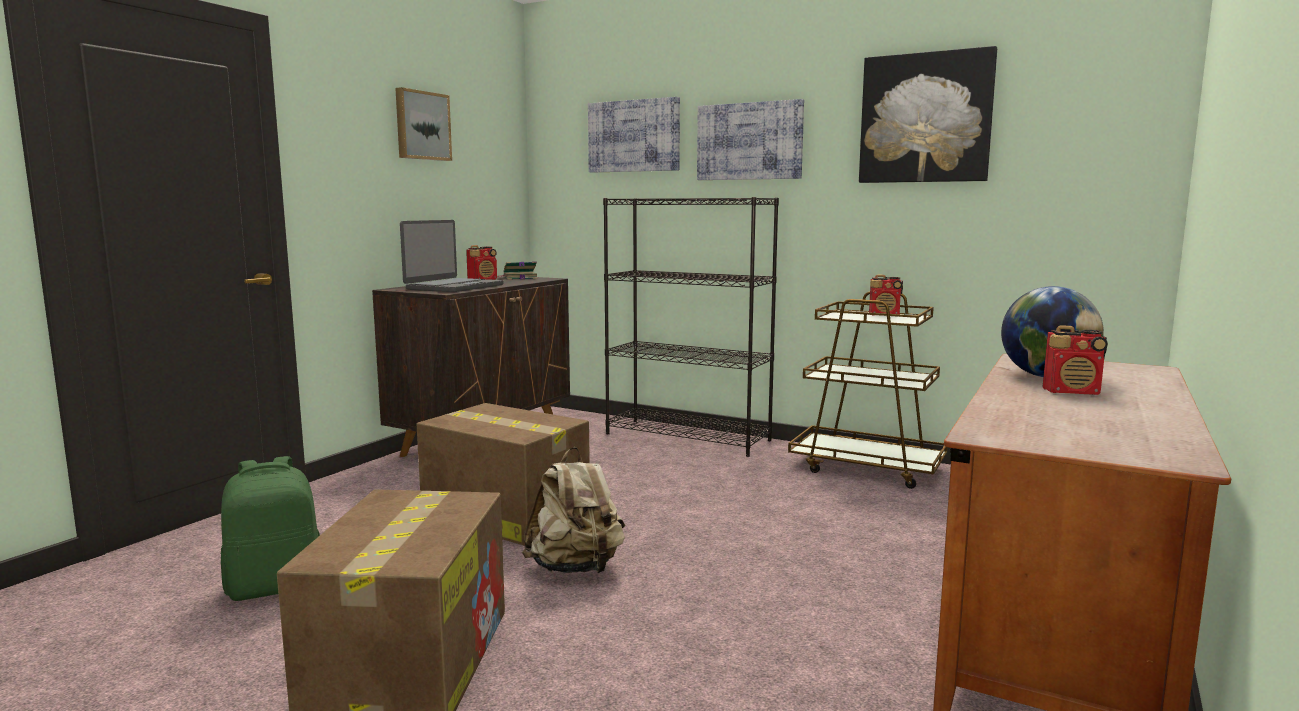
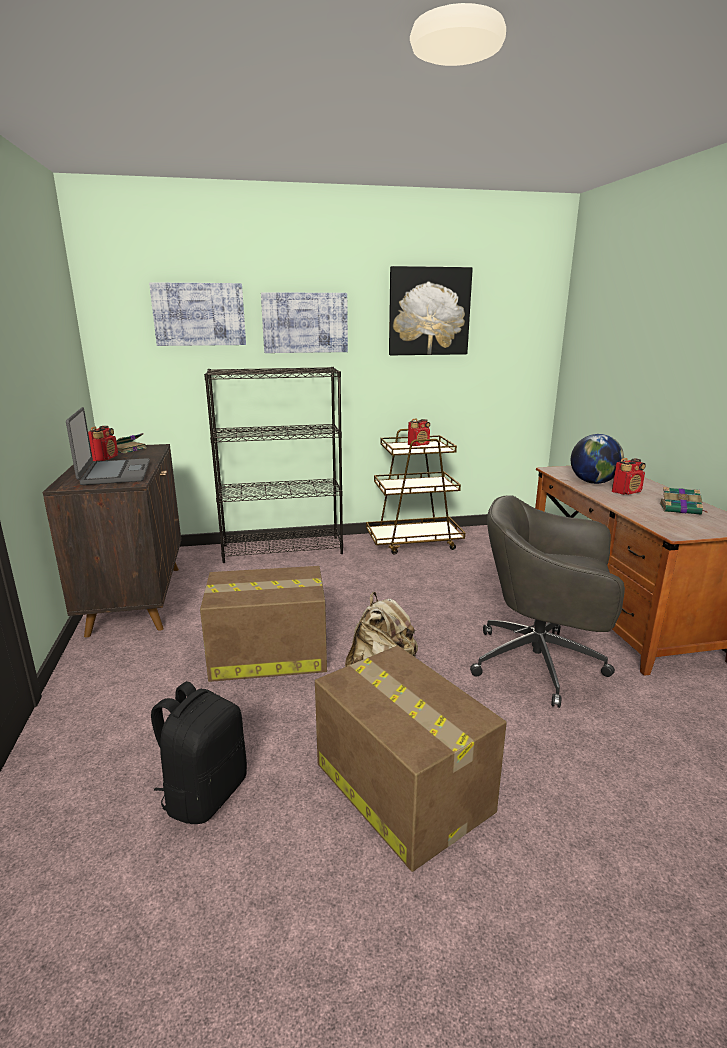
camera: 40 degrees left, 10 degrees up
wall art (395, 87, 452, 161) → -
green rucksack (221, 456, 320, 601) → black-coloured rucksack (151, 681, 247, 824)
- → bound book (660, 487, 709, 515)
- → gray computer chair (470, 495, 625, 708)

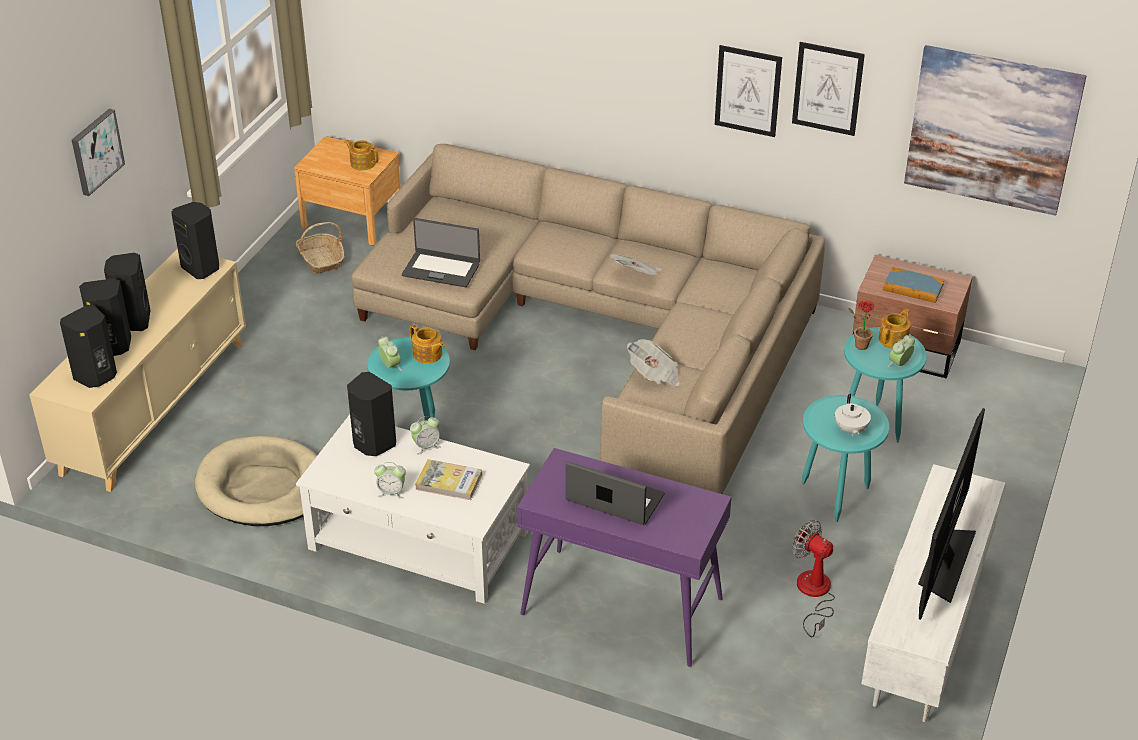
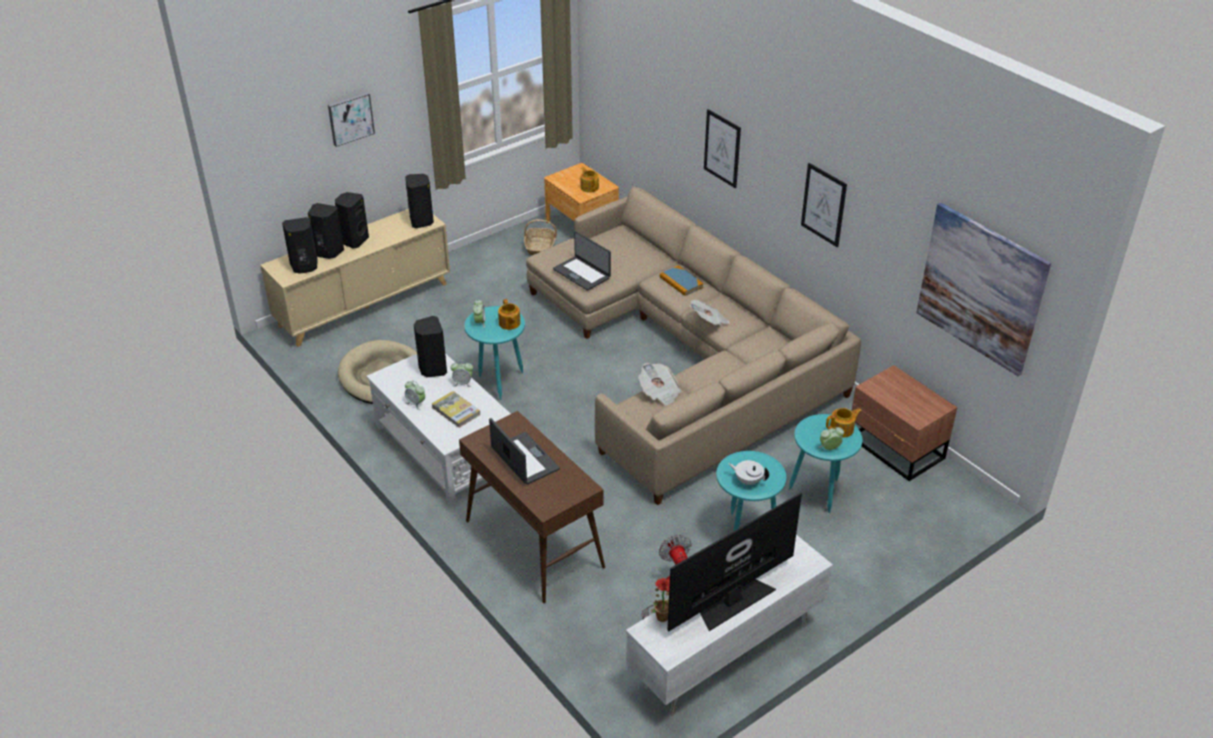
camera: 30 degrees right, 0 degrees up
wall art (792, 42, 865, 136) → wall art (704, 109, 741, 188), moved
bound book (883, 267, 944, 303) → bound book (660, 265, 704, 296), moved
houseplant (849, 301, 878, 350) → houseplant (651, 578, 670, 622), moved
white tea pot (835, 394, 871, 436) → white tea pot (728, 460, 769, 486), 90 degrees clockwise
purplish console table (517, 448, 732, 667) → brown console table (459, 411, 605, 603)

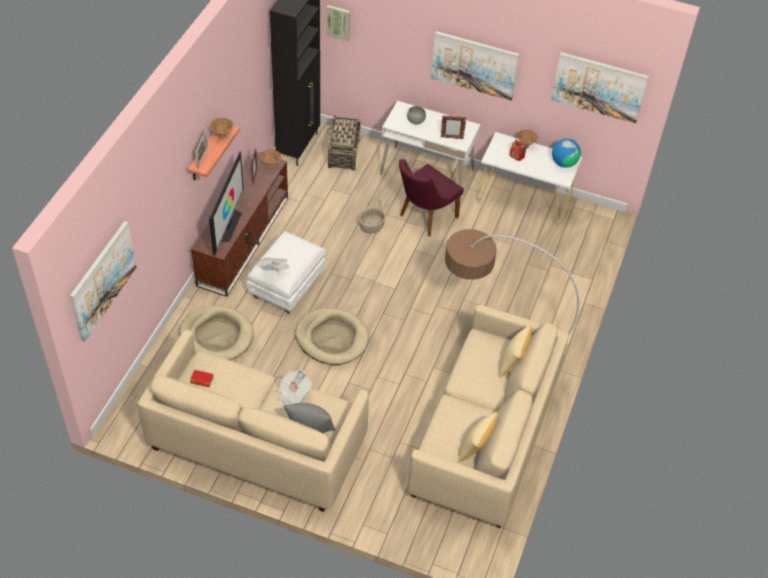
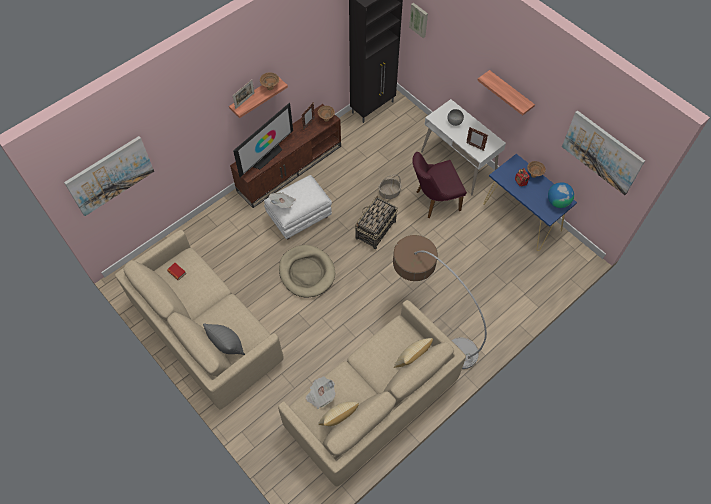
camera: 30 degrees right, 10 degrees up
wall art (431, 31, 519, 101) → shelf (477, 70, 535, 115)
household basket (327, 115, 361, 171) → household basket (355, 196, 398, 249), moved
white console table (477, 132, 582, 227) → bluish console table (483, 154, 577, 251)
beige-coloured dog bed (179, 305, 254, 360) → -
newspaper (278, 370, 312, 406) → newspaper (305, 377, 336, 409), moved

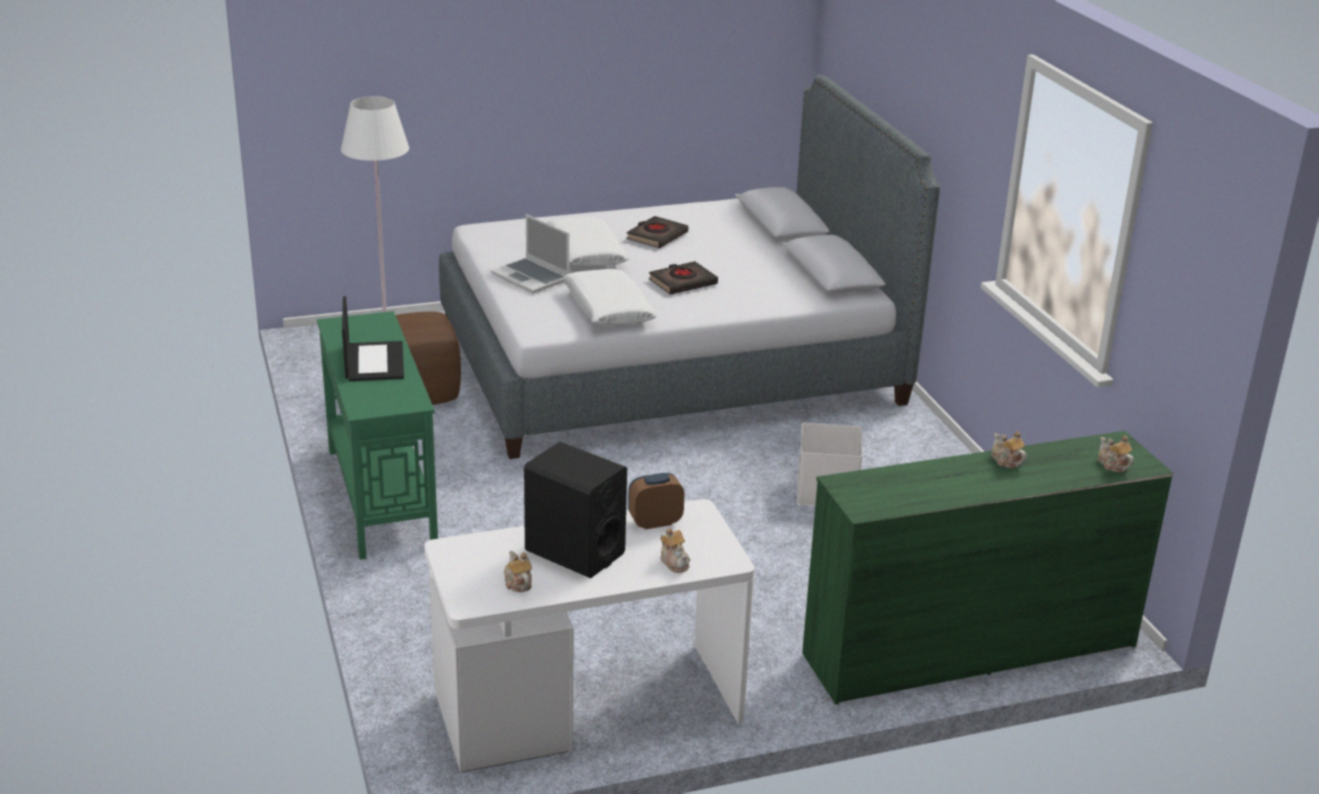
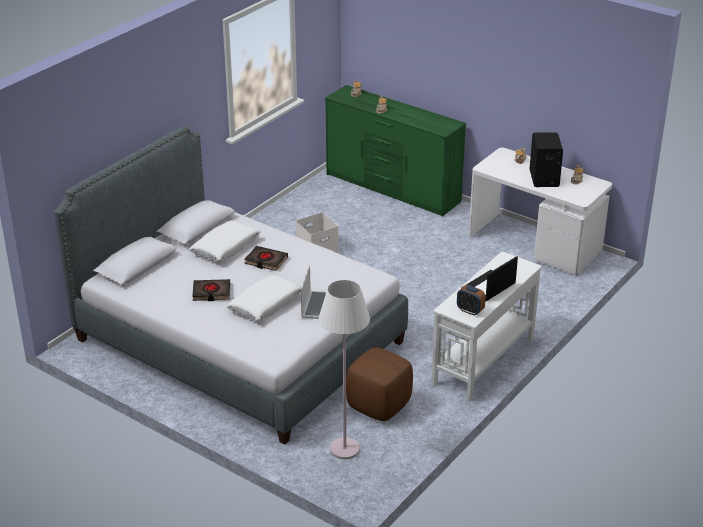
camera: 125 degrees left, 5 degrees up
white pillow (563, 269, 657, 326) → white pillow (189, 220, 260, 261), moved
green console table (317, 311, 438, 560) → white console table (431, 251, 542, 402)
table clock (628, 473, 685, 529) → table clock (457, 285, 486, 316), moved

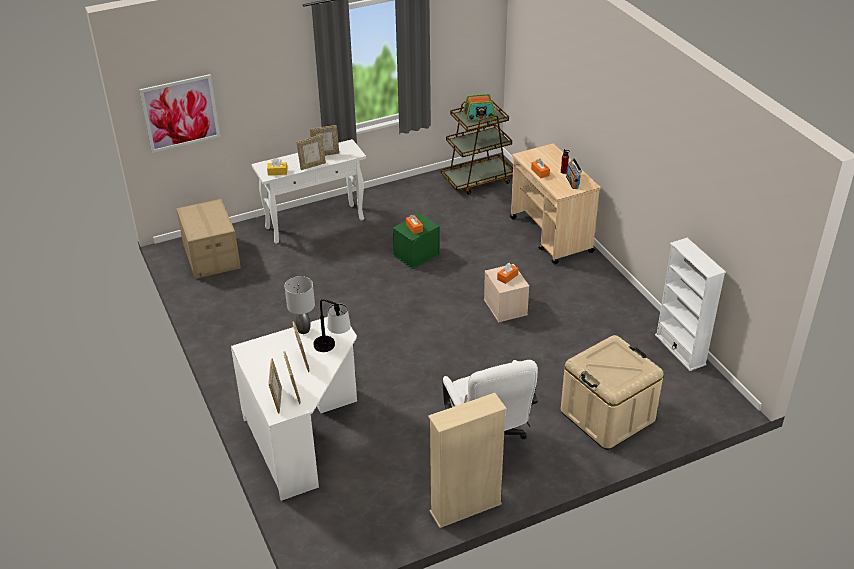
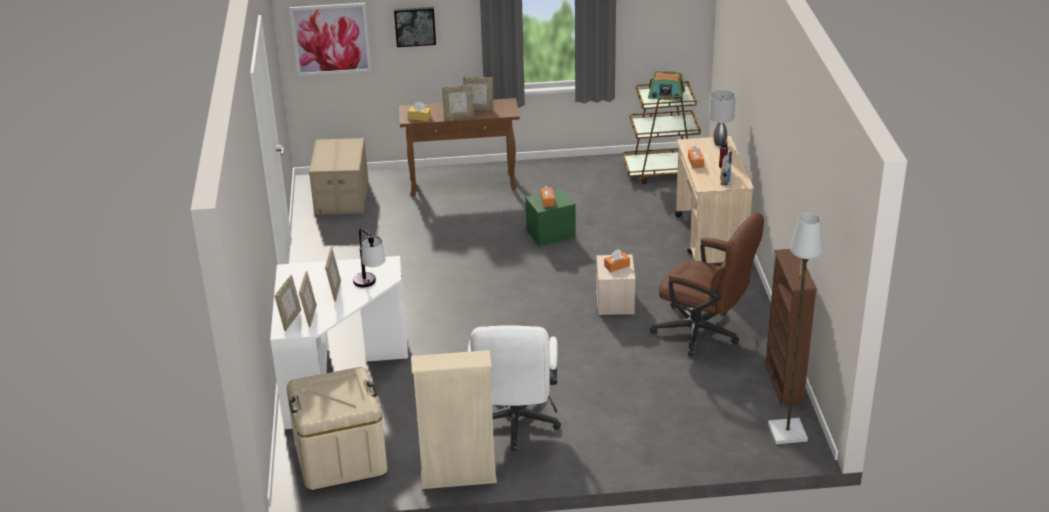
camera: 20 degrees right, 5 degrees down
white console table (252, 139, 366, 244) → brown console table (399, 98, 520, 197)
white shelving unit (655, 238, 726, 371) → brown shelving unit (764, 249, 817, 405)
gray table lamp (285, 276, 315, 334) → gray table lamp (709, 90, 736, 146), moved
beige-coloured storage box (561, 335, 664, 450) → beige-coloured storage box (287, 367, 388, 491), moved
- → wall art (394, 7, 436, 47)
- → brown computer chair (650, 212, 764, 356)
- → gray standard lamp (768, 213, 823, 444)

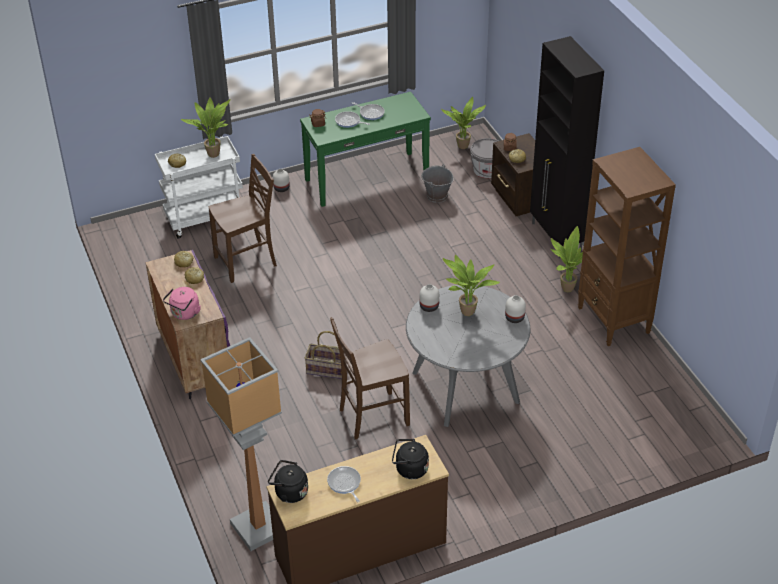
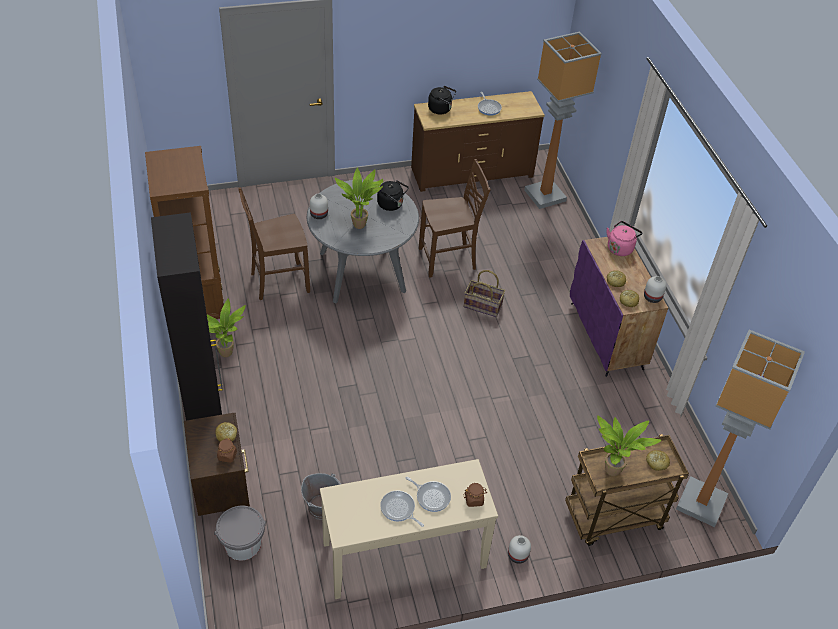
camera: 175 degrees left, 5 degrees up
green console table (300, 92, 431, 207) → beige-coloured console table (320, 459, 498, 599)
houseplant (441, 97, 486, 149) → -
white wheeled cart (155, 136, 243, 239) → brown wheeled cart (565, 434, 689, 546)
brown upright chair (209, 154, 277, 283) → brown upright chair (238, 187, 310, 300), moved
white vase (420, 284, 439, 312) → white vase (644, 276, 666, 303), moved
black-coloured kettle (268, 460, 308, 503) → black-coloured kettle (377, 180, 409, 211), moved
- → standard lamp (676, 329, 805, 527)

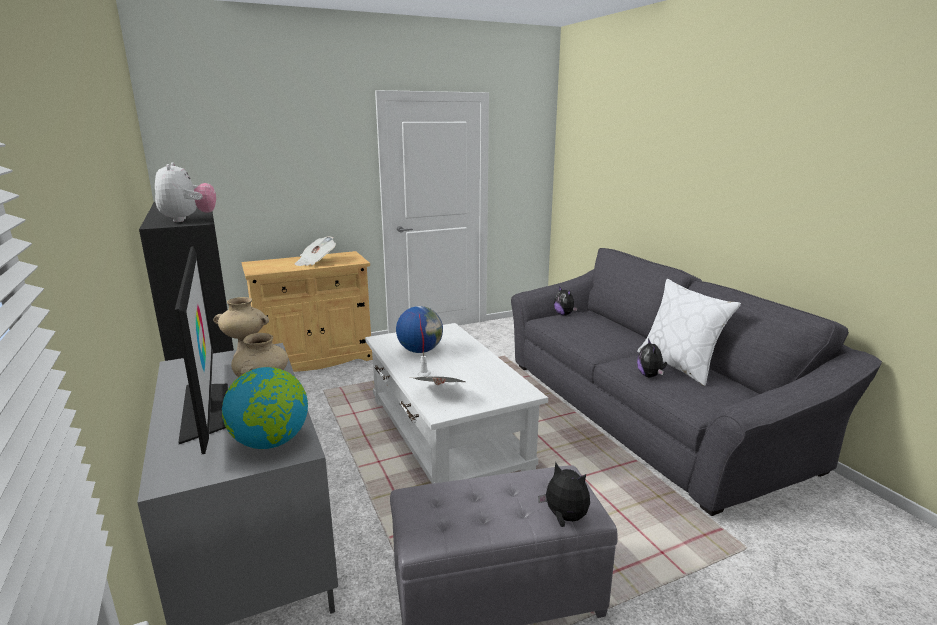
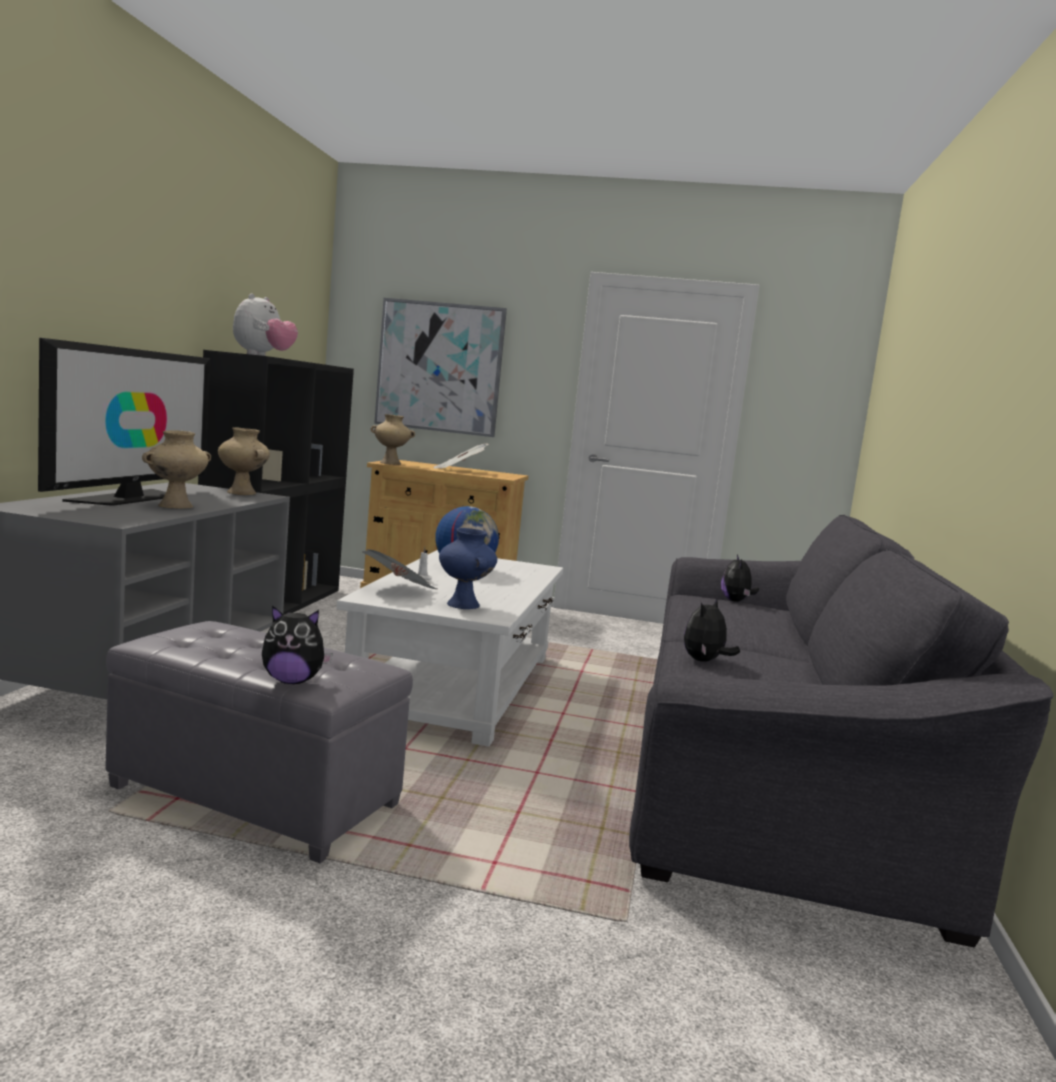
camera: 35 degrees right, 10 degrees down
white pillow (637, 279, 741, 386) → -
world globe (222, 367, 308, 449) → -
cuddly toy (538, 462, 590, 527) → cuddly toy (262, 606, 333, 684), 105 degrees clockwise
- → wall art (374, 298, 507, 437)
- → beige-coloured vase (371, 414, 415, 465)
- → bluish vase (439, 528, 497, 609)

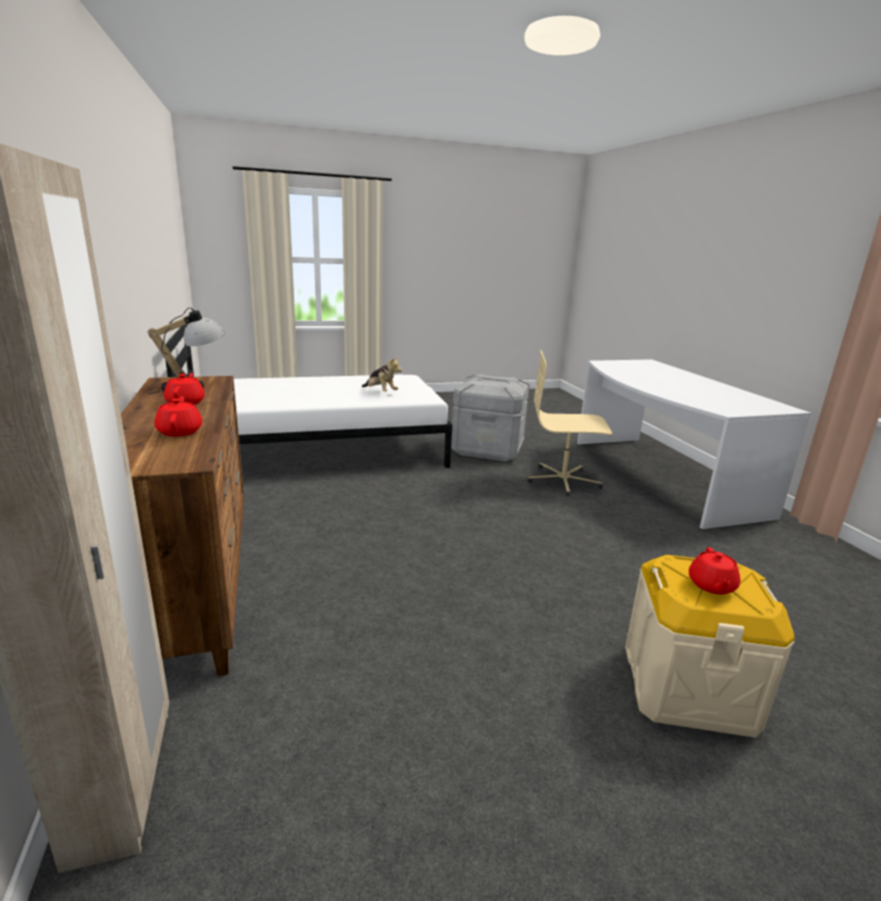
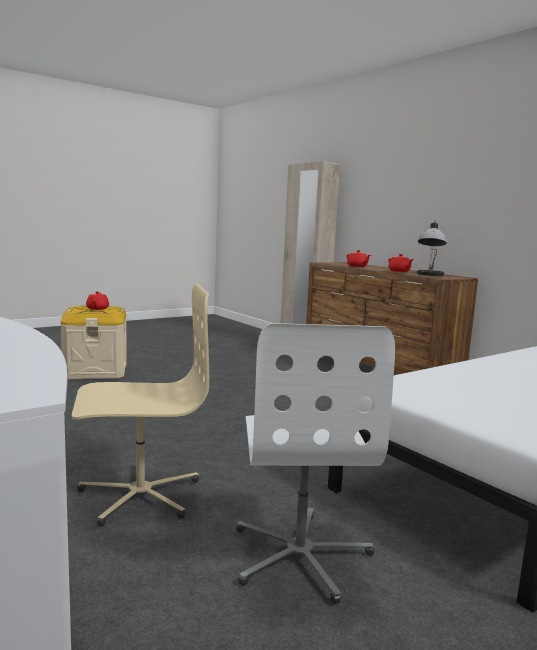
camera: 160 degrees right, 10 degrees down
cuddly toy (362, 357, 402, 391) → -
gray storage box (451, 374, 530, 461) → white computer chair (236, 323, 395, 604)

